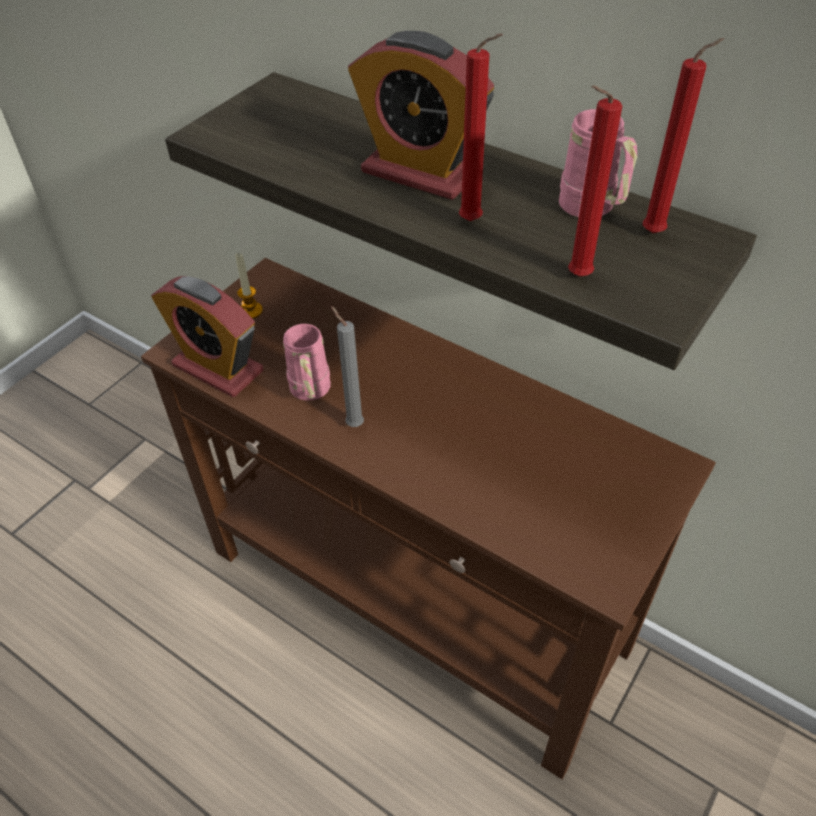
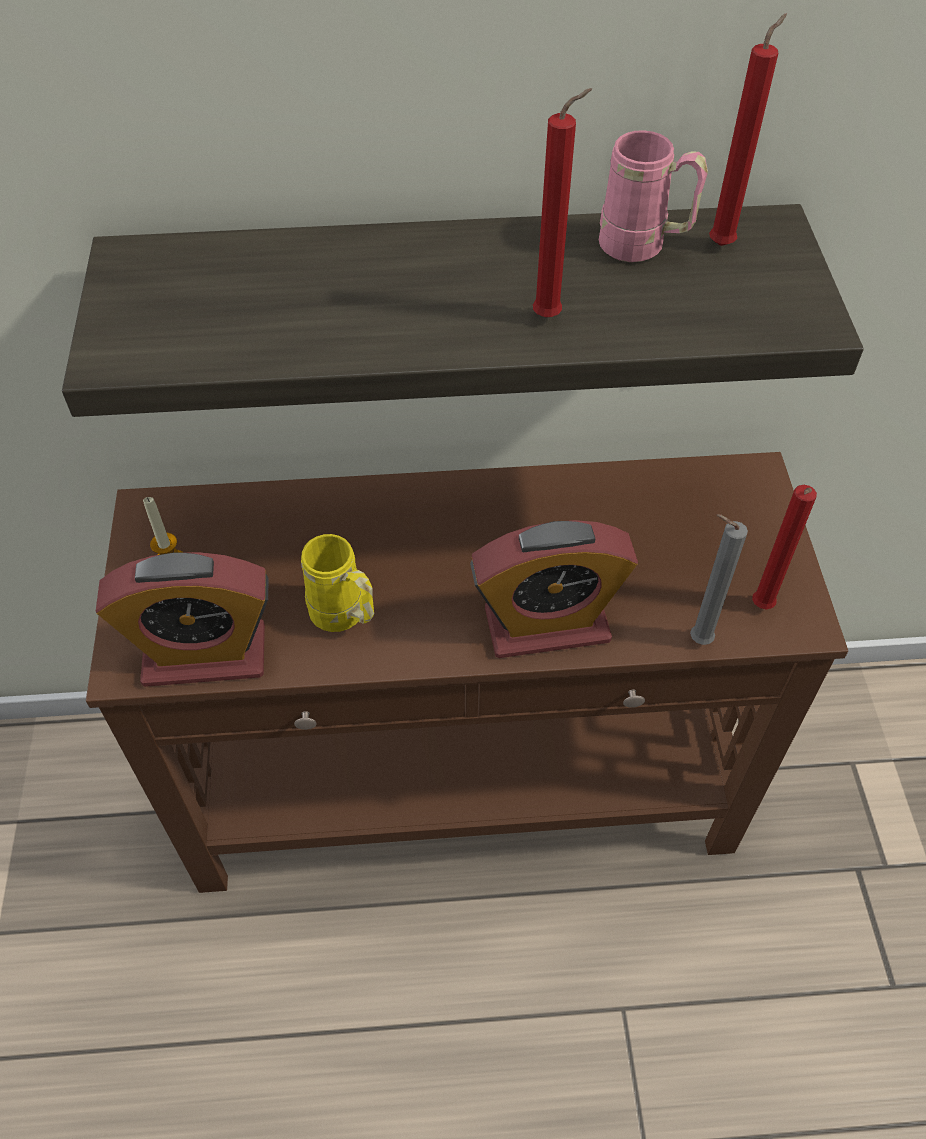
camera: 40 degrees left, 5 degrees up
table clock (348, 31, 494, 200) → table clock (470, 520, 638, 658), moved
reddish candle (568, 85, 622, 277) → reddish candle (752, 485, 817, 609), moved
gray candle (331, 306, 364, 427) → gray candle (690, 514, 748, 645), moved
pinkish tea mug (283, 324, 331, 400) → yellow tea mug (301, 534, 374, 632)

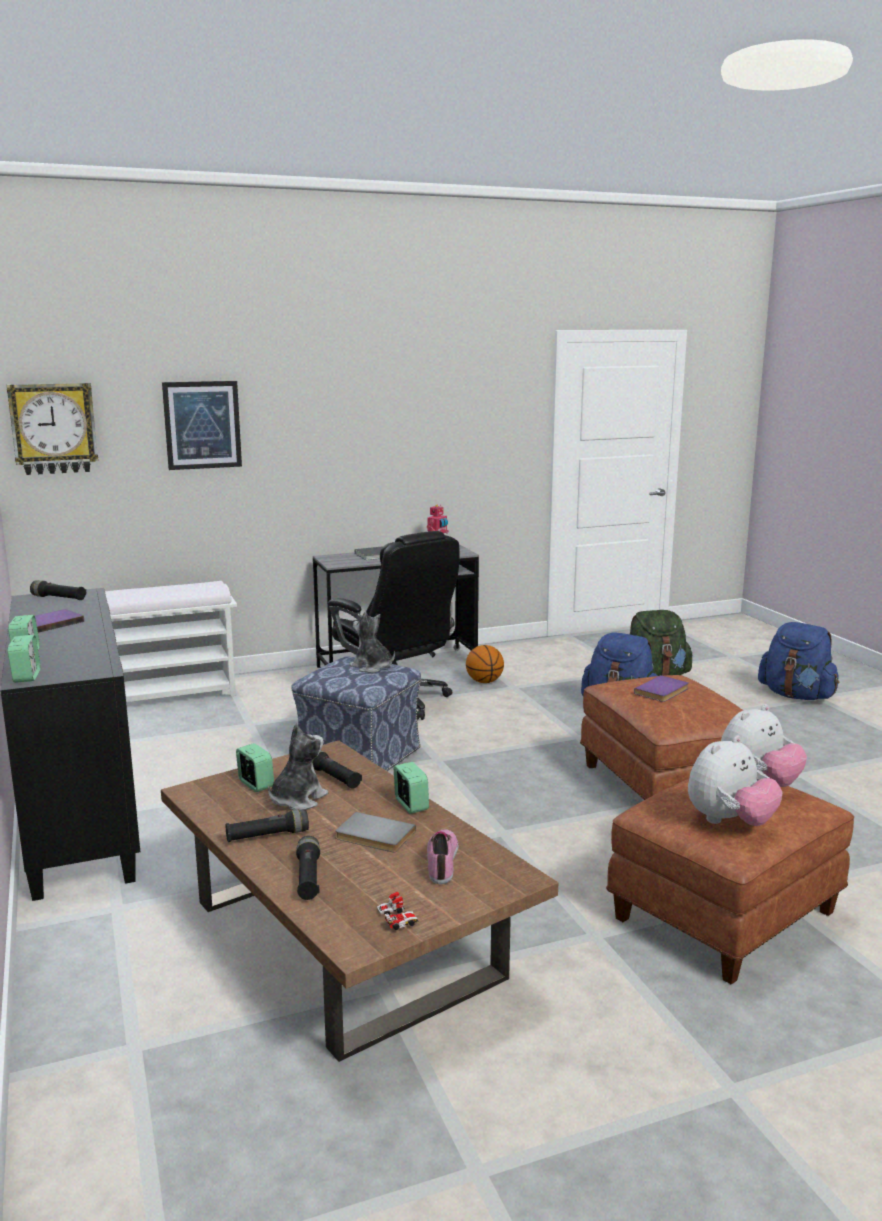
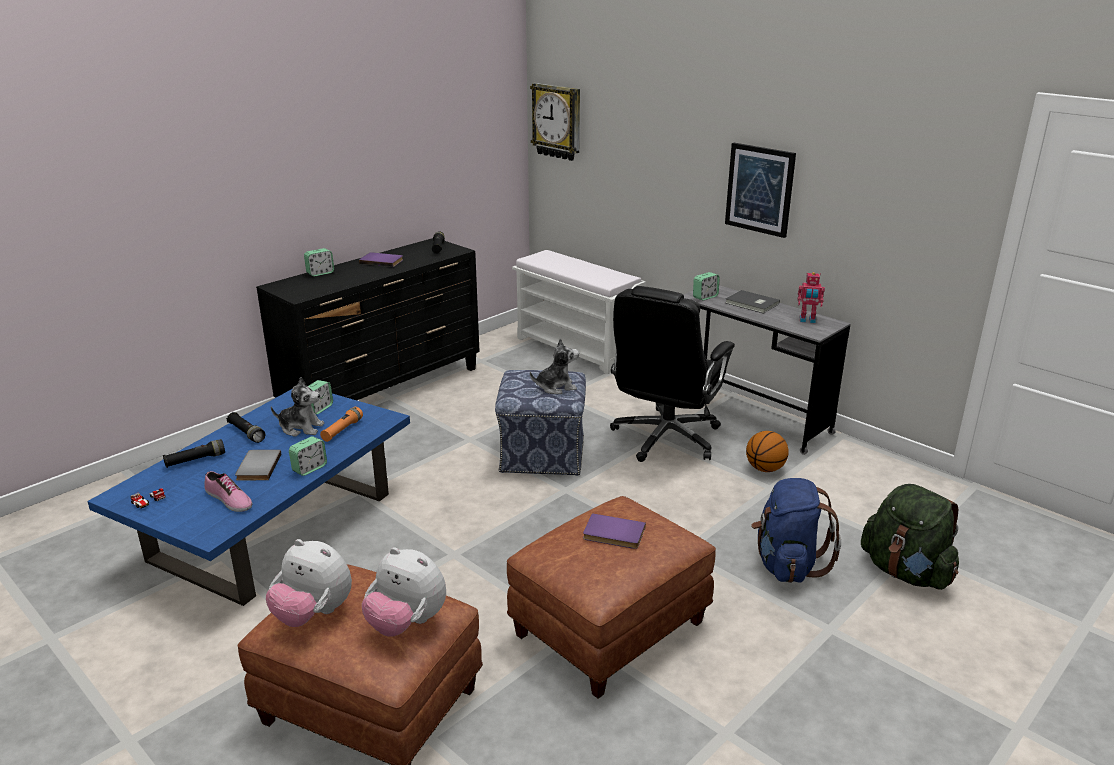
camera: 65 degrees right, 10 degrees up
wall art (162, 381, 242, 470) → wall art (725, 143, 796, 238), moved
cuddly toy (349, 611, 395, 673) → cuddly toy (530, 338, 579, 394), 60 degrees clockwise
bluish rucksack (758, 622, 839, 700) → -
table clock (8, 635, 40, 683) → table clock (693, 272, 720, 300), moved
brown lounge table (161, 741, 558, 1062) → bluish lounge table (87, 389, 410, 606)
black-coloured hand torch (312, 750, 362, 789) → orange-coloured hand torch (320, 407, 363, 442)
low shoe (427, 829, 458, 884) → low shoe (204, 471, 252, 512), 60 degrees clockwise

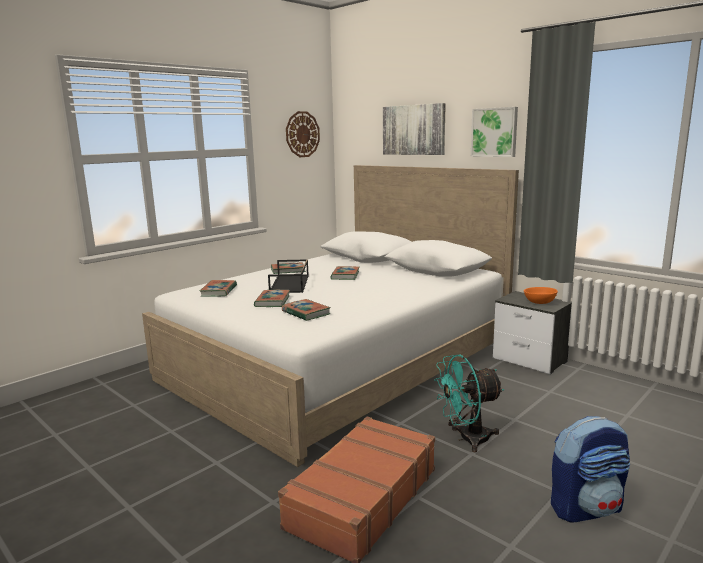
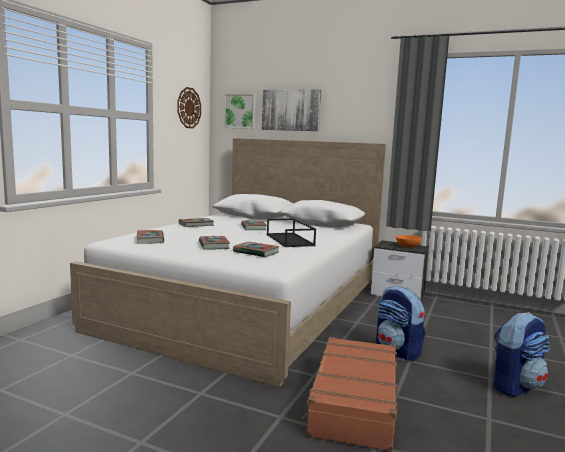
camera: 20 degrees left, 5 degrees down
wall art (471, 107, 518, 157) → wall art (224, 94, 256, 129), moved
black-coloured serving tray (268, 259, 309, 293) → black-coloured serving tray (267, 218, 316, 247), moved
turquoise-coloured fan (434, 354, 504, 452) → rucksack (376, 286, 425, 361)

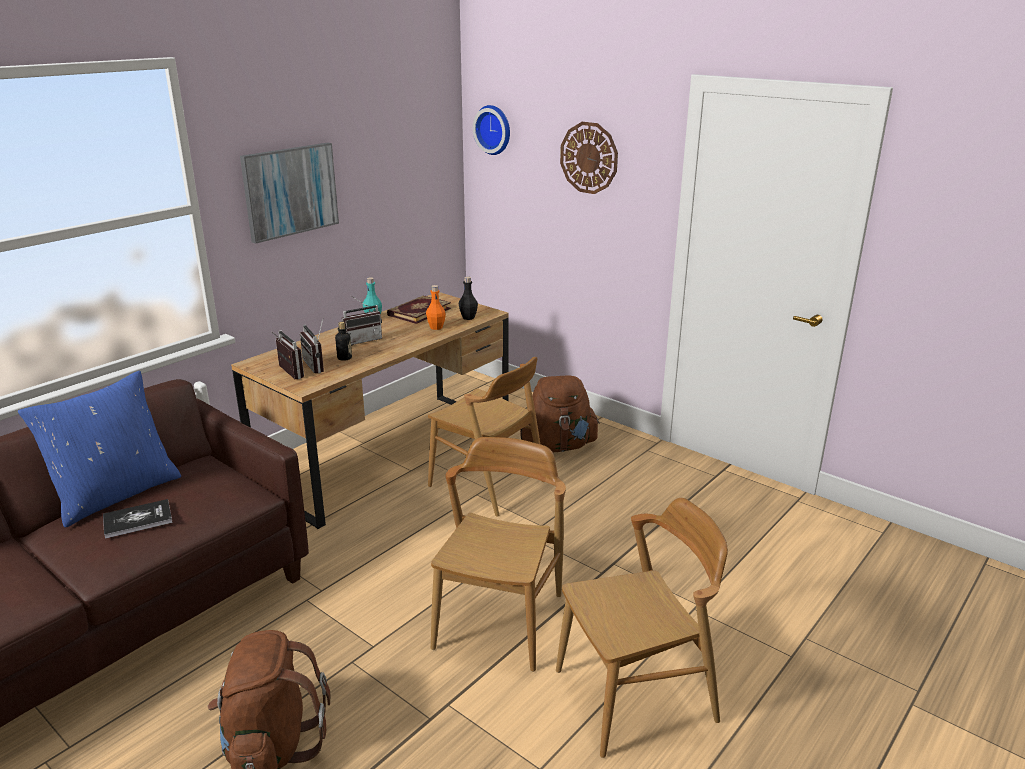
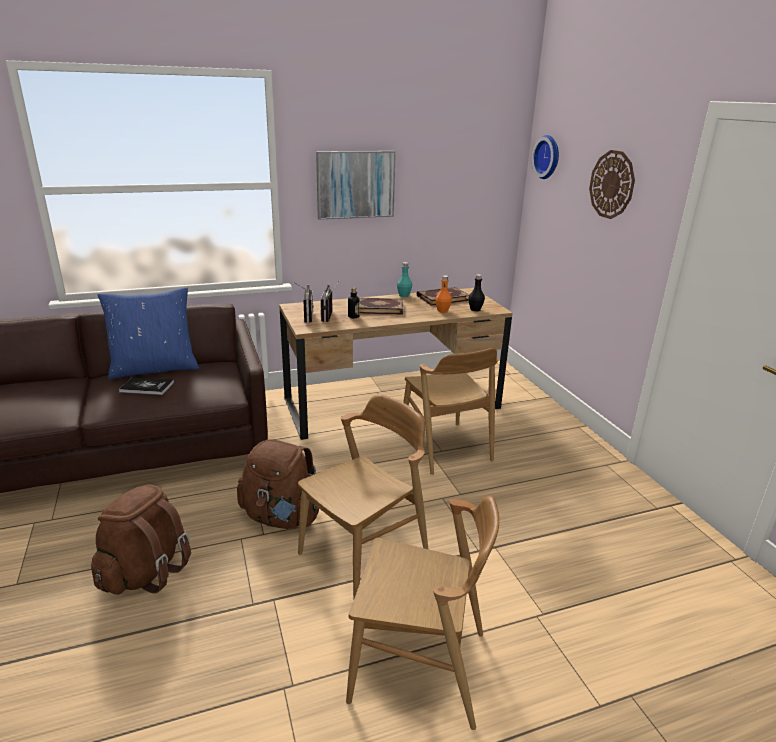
camera: 30 degrees right, 0 degrees up
radio set (342, 296, 382, 345) → bound book (359, 298, 403, 315)
brown rucksack (520, 376, 600, 452) → brown rucksack (237, 439, 319, 529), moved

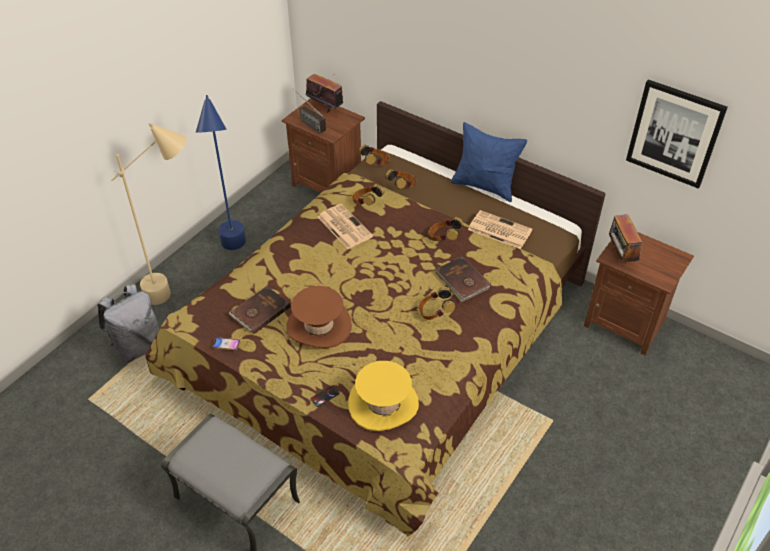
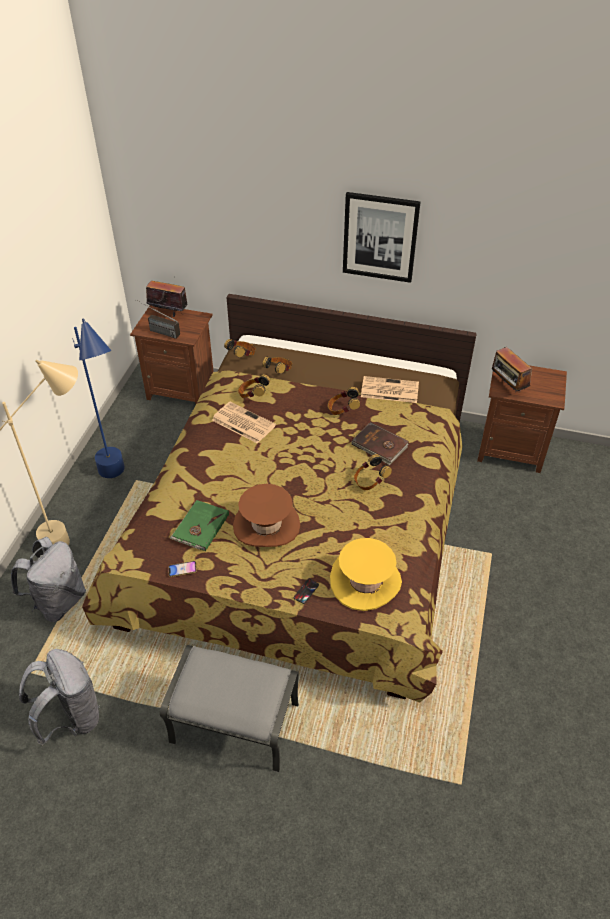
camera: 20 degrees left, 0 degrees up
wall art (626, 80, 728, 189) → wall art (343, 192, 420, 283), moved
bluish pillow (451, 122, 527, 202) → -
brown bound book (228, 286, 290, 334) → green bound book (170, 500, 229, 551)
- → gray rucksack (19, 649, 100, 746)

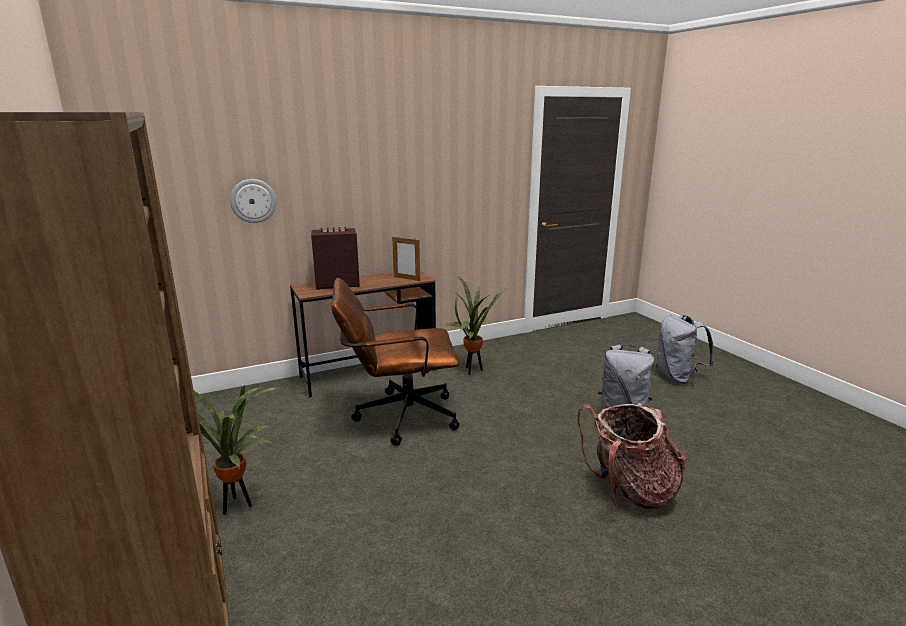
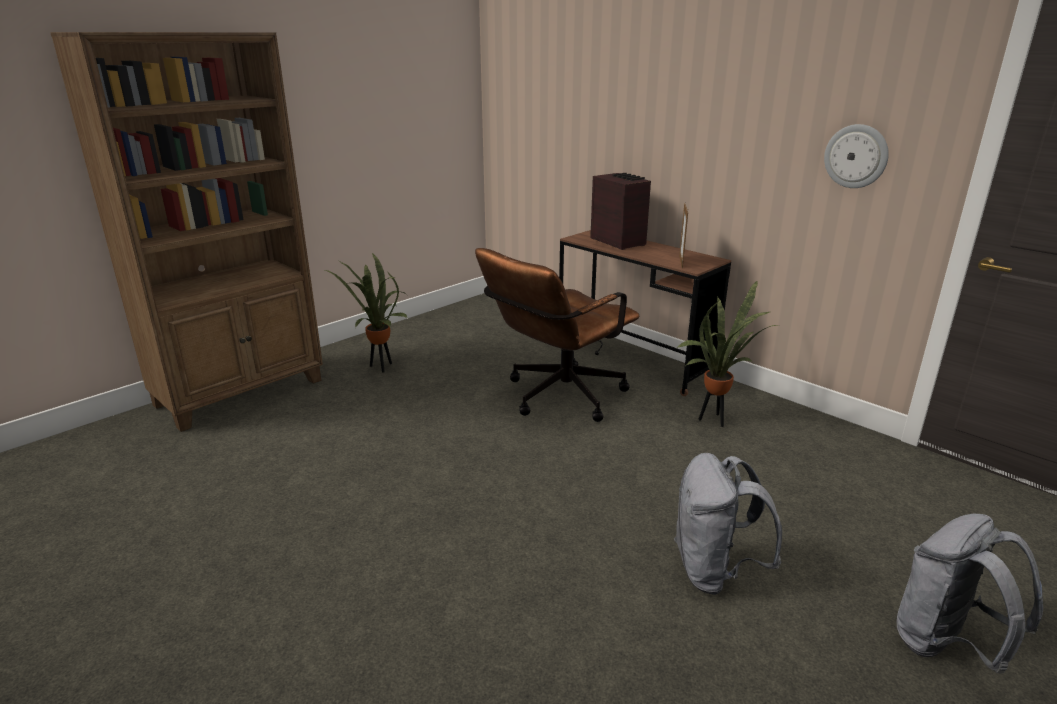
camera: 70 degrees right, 5 degrees up
hanging clock (230, 179, 277, 223) → hanging clock (824, 124, 889, 188), moved
brown computer chair (331, 278, 460, 446) → brown computer chair (475, 248, 639, 422), 105 degrees counterclockwise
rucksack (577, 403, 686, 509) → -

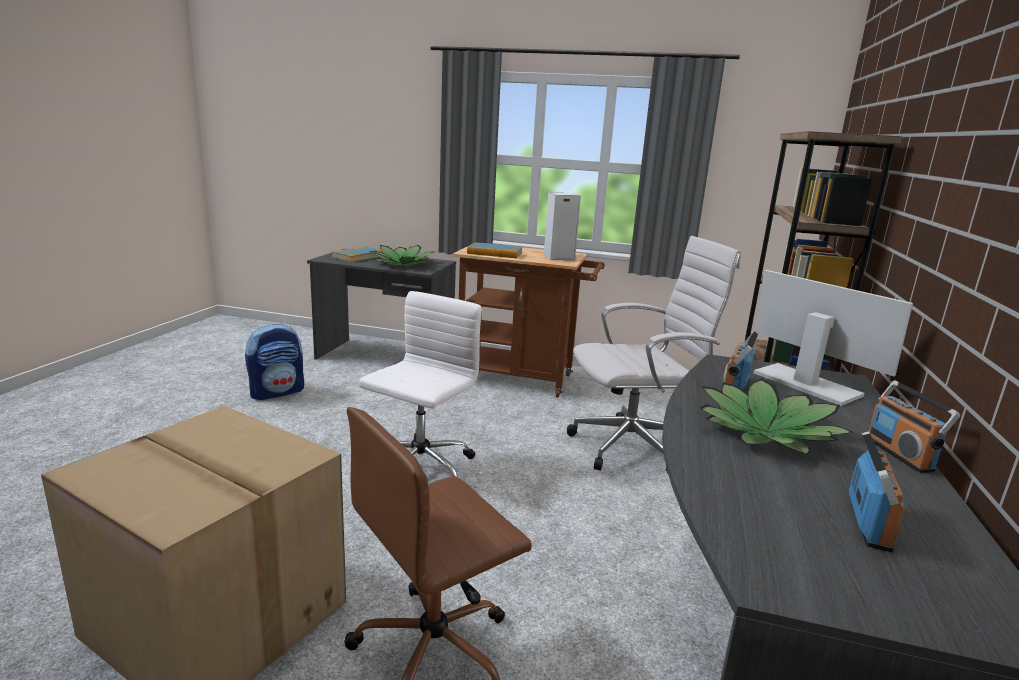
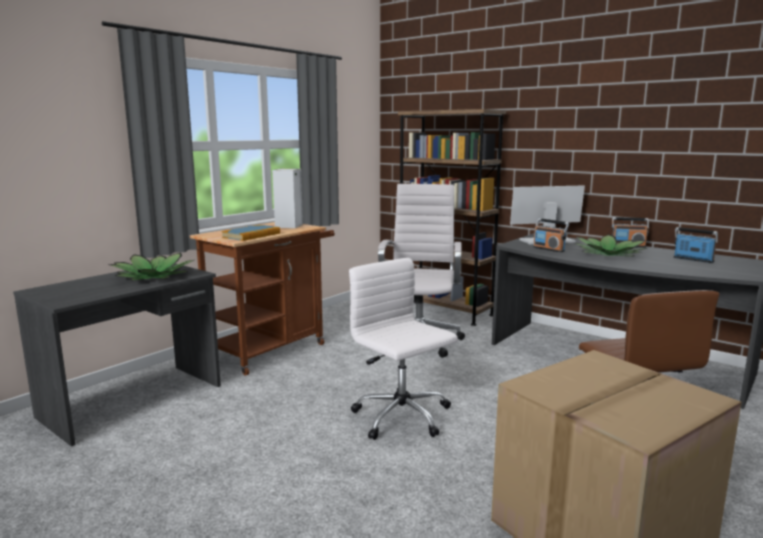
camera: 65 degrees left, 5 degrees down
bound book (331, 246, 384, 262) → -
rucksack (245, 323, 304, 400) → -

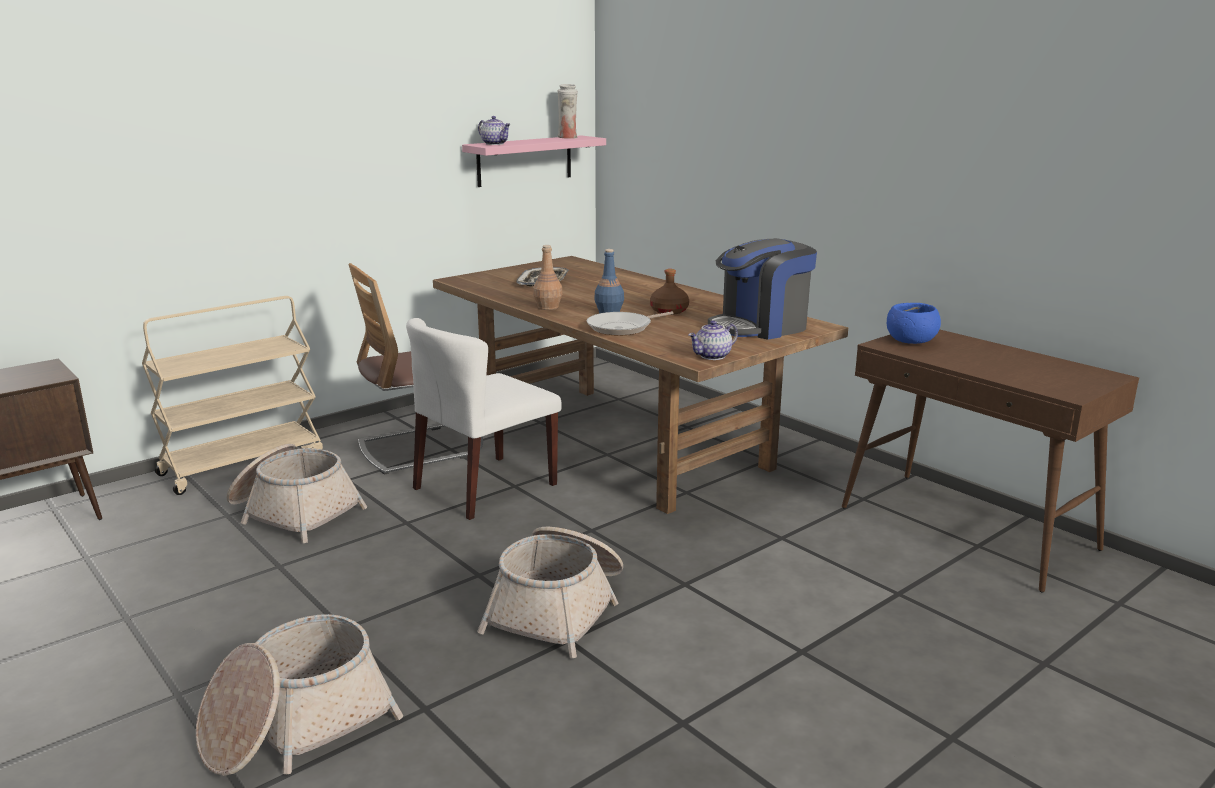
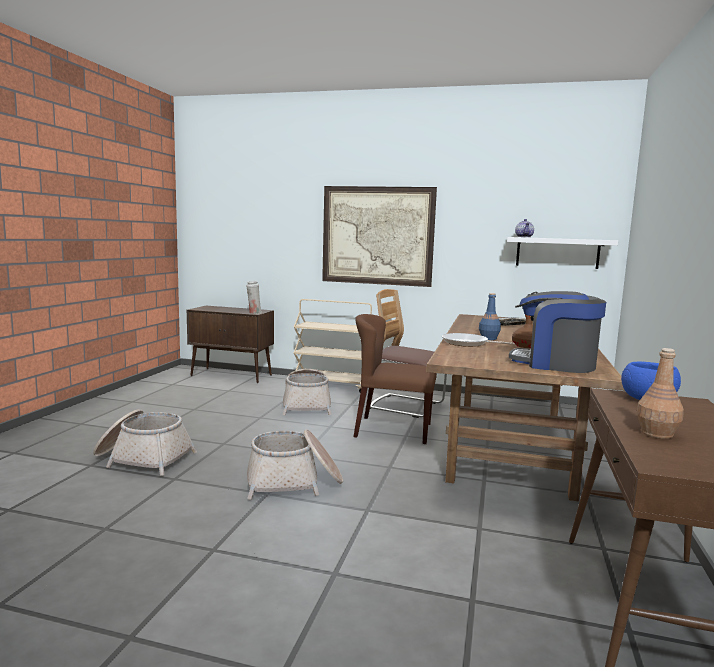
camera: 55 degrees right, 10 degrees down
white vase (557, 84, 578, 139) → white vase (246, 281, 262, 314), moved
pinkish shelf (462, 135, 606, 187) → white shelf (507, 237, 618, 269)
brown beverage bottle (533, 245, 563, 310) → brown beverage bottle (637, 348, 684, 439), moved
white upright chair (406, 318, 562, 520) → brown upright chair (354, 314, 437, 444)
tea pot (688, 320, 738, 360) → -
- → wall art (322, 186, 437, 287)

